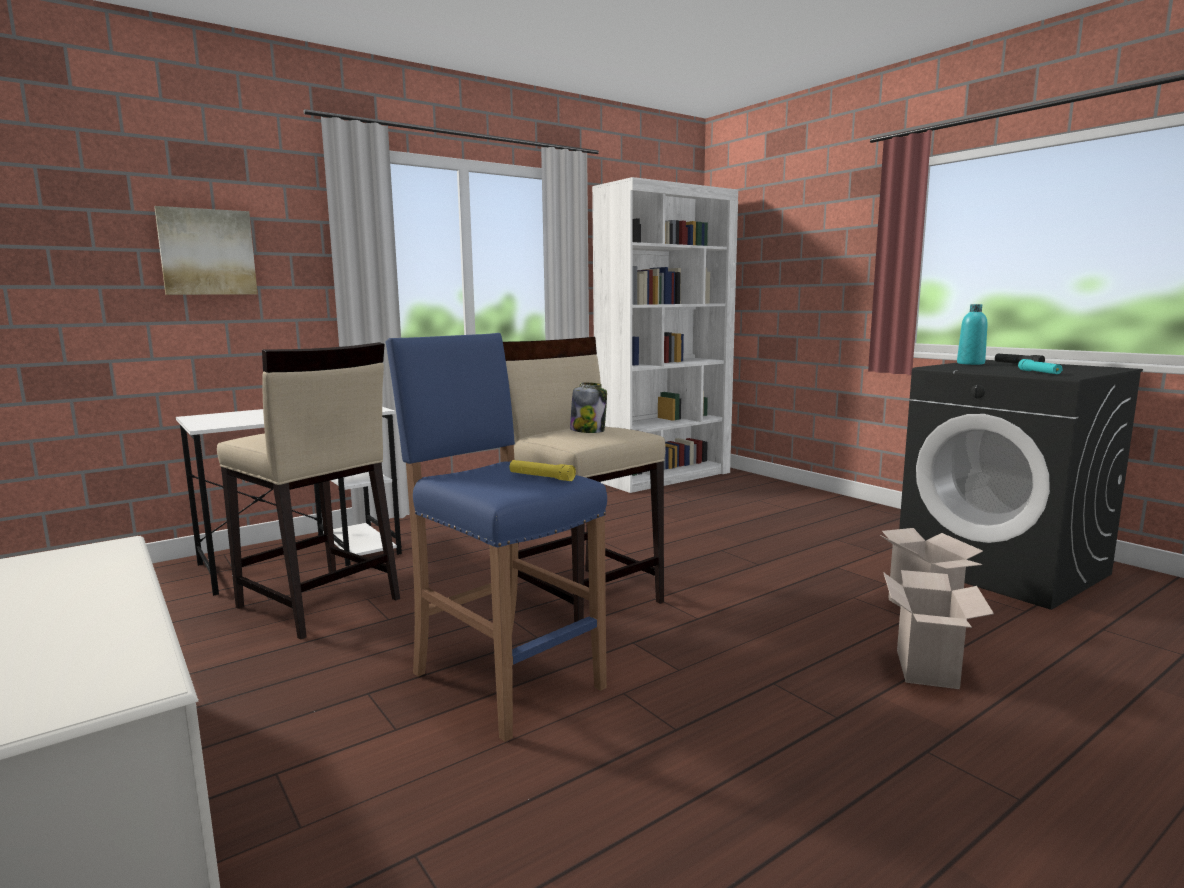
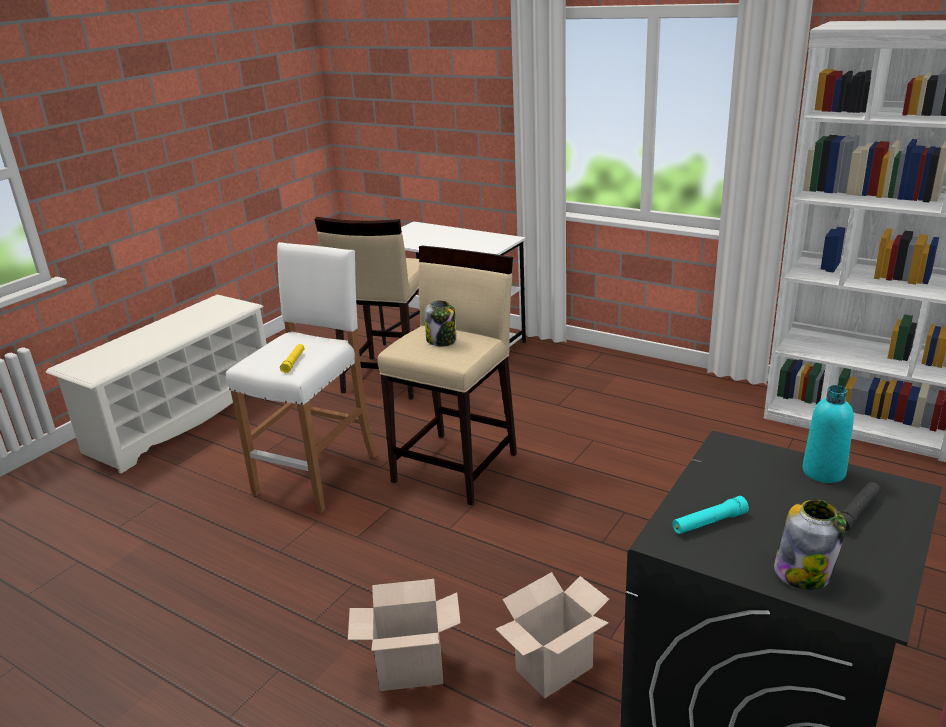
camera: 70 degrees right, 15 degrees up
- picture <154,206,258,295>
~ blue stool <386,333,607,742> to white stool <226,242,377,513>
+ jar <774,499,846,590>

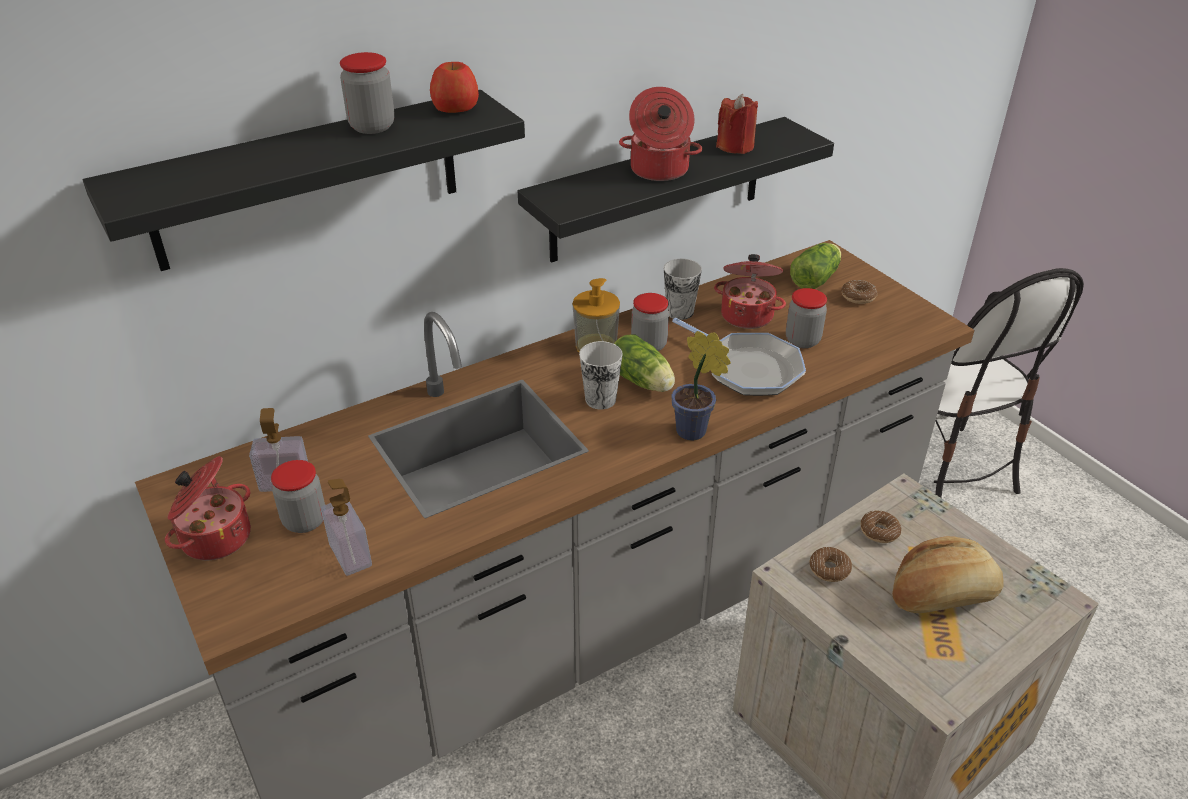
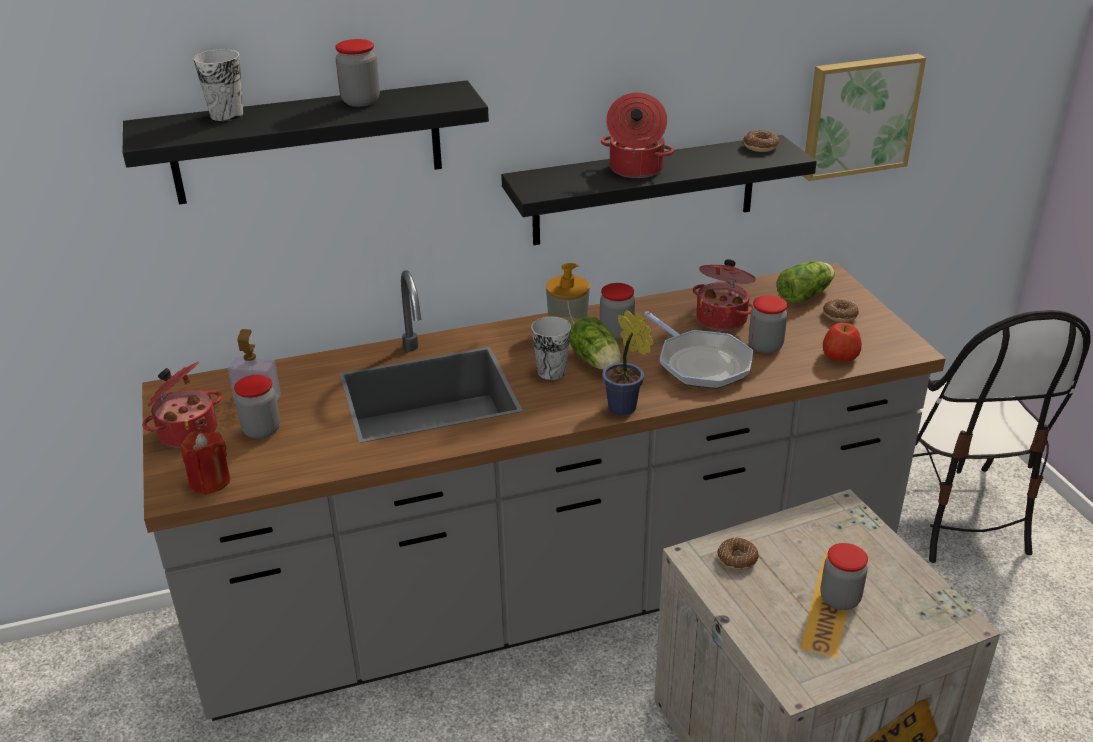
camera: 15 degrees right, 5 degrees down
- soap dispenser <321,479,372,576>
~ apple <430,62,479,113> to <823,323,862,362>
~ cup <664,259,702,320> to <193,49,243,121>
~ red candle <716,94,758,154> to <180,431,230,495>
~ donut <861,510,901,543> to <743,130,779,152>
~ bread <892,536,1004,613> to jar <820,543,868,610>
+ picture <803,54,926,181>

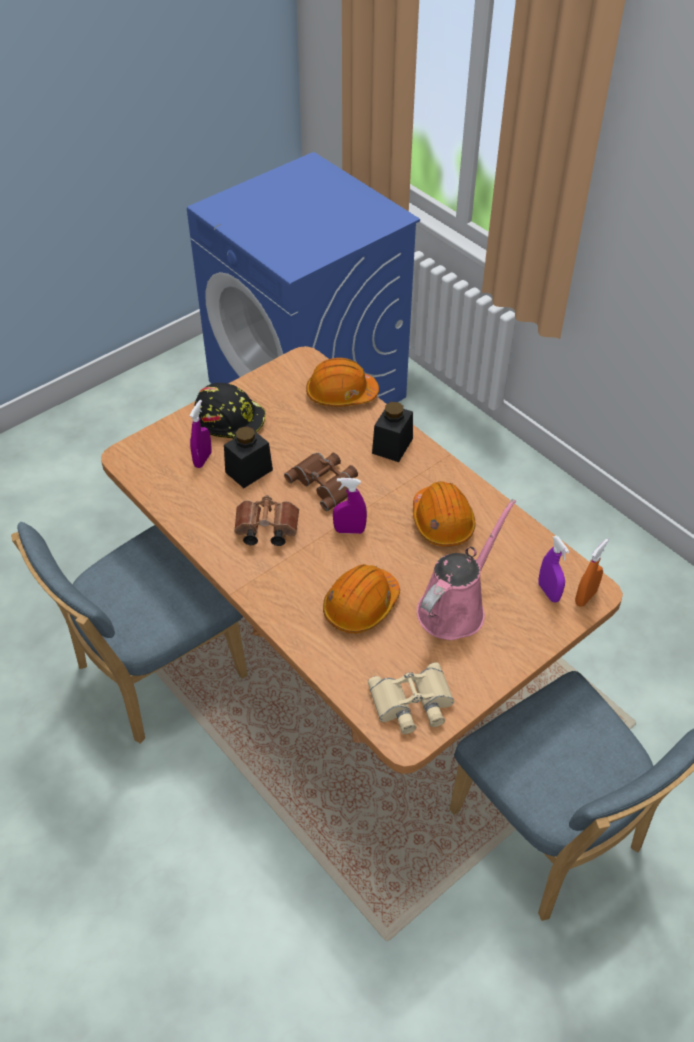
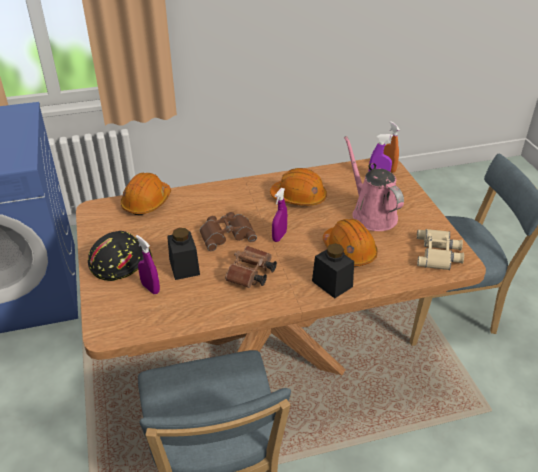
camera: 65 degrees left, 10 degrees down
~ black jar <372,402,413,462> to <312,243,354,298>

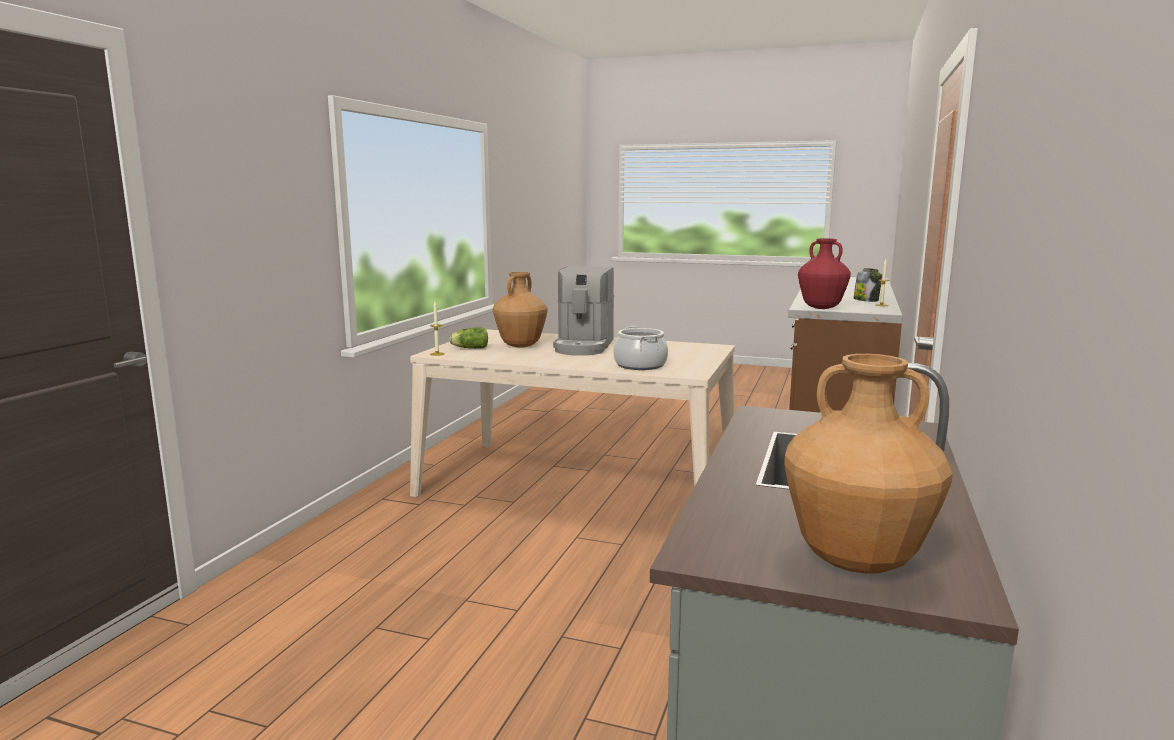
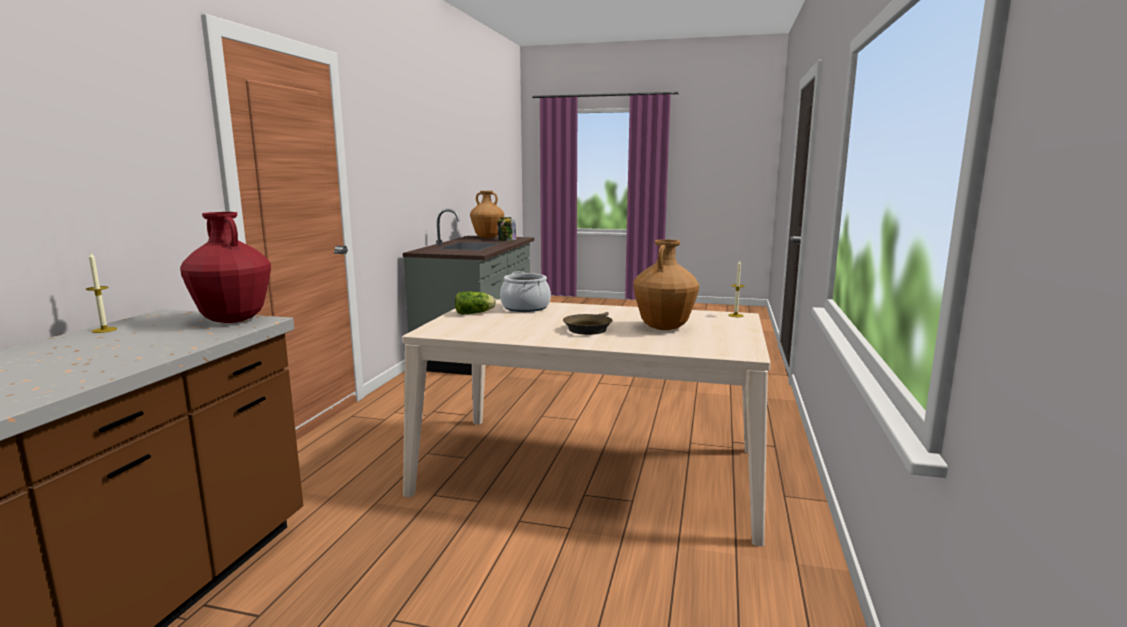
camera: 175 degrees right, 0 degrees up
~ lettuce <449,327,488,349> to <455,292,496,314>
~ coffee machine <553,266,614,356> to brown frying pan <563,312,612,335>
~ jar <853,268,882,302> to <497,217,517,241>

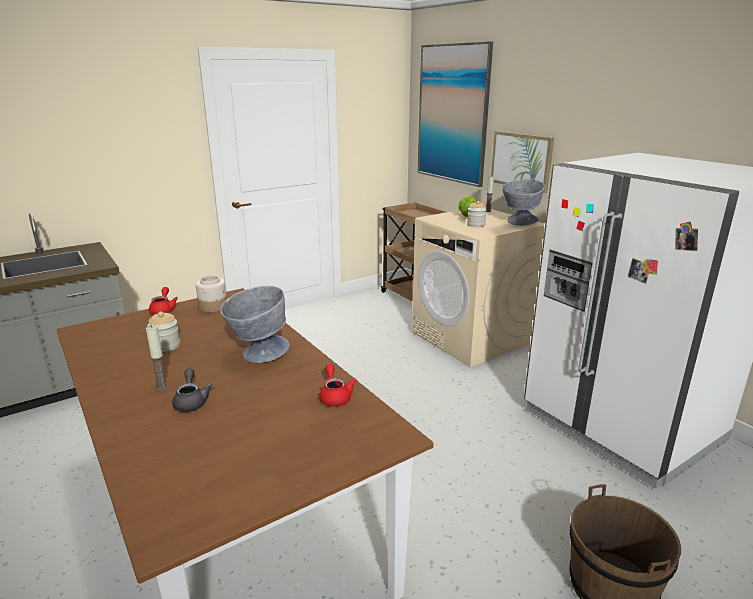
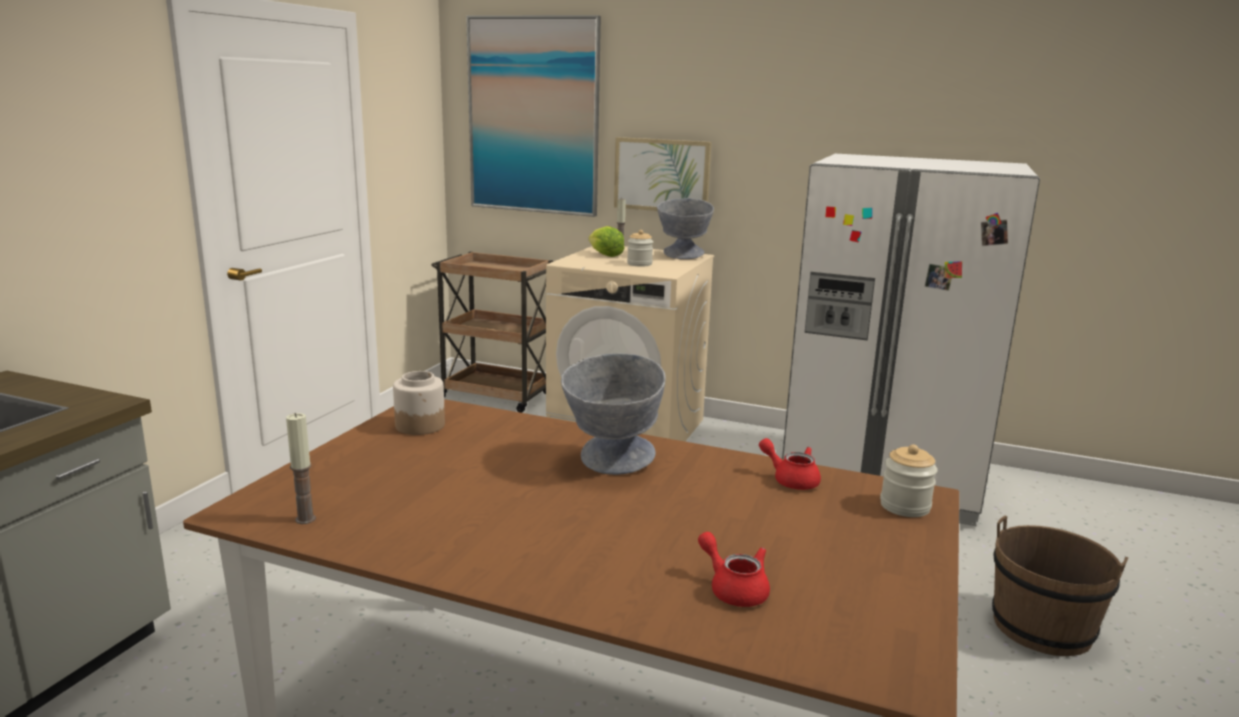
camera: 35 degrees left, 5 degrees down
~ candle <146,325,168,390> to <286,413,316,524>
~ jar <147,312,180,352> to <880,444,937,517>
~ red teapot <149,287,178,315> to <698,532,770,607>
- grey teapot <172,368,212,412>

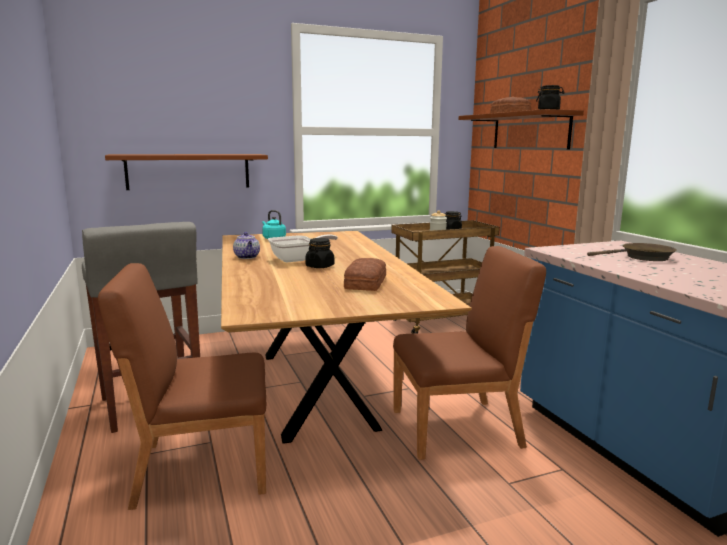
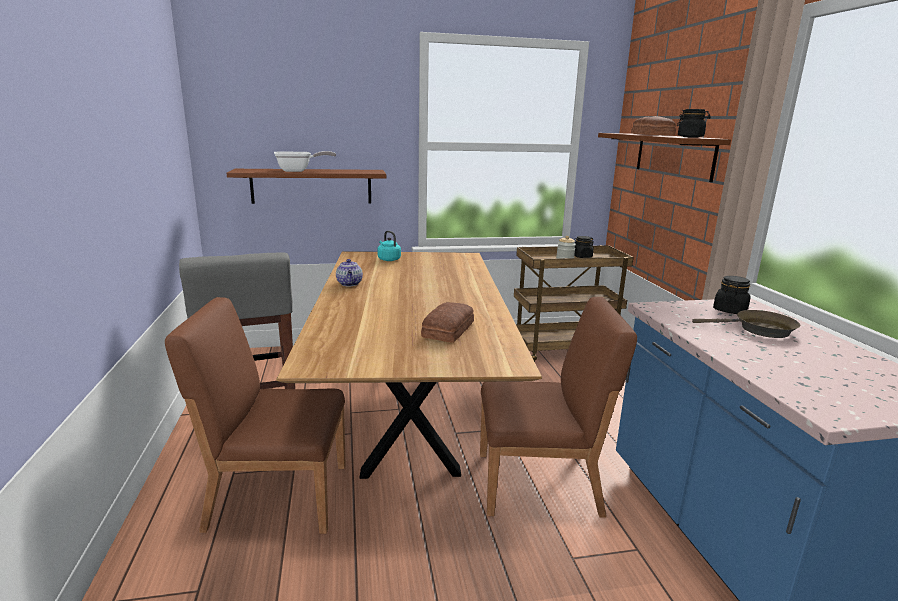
camera: 10 degrees right, 5 degrees up
~ frying pan <268,234,338,262> to <274,151,336,172>
~ black jar <305,238,334,268> to <713,276,751,314>

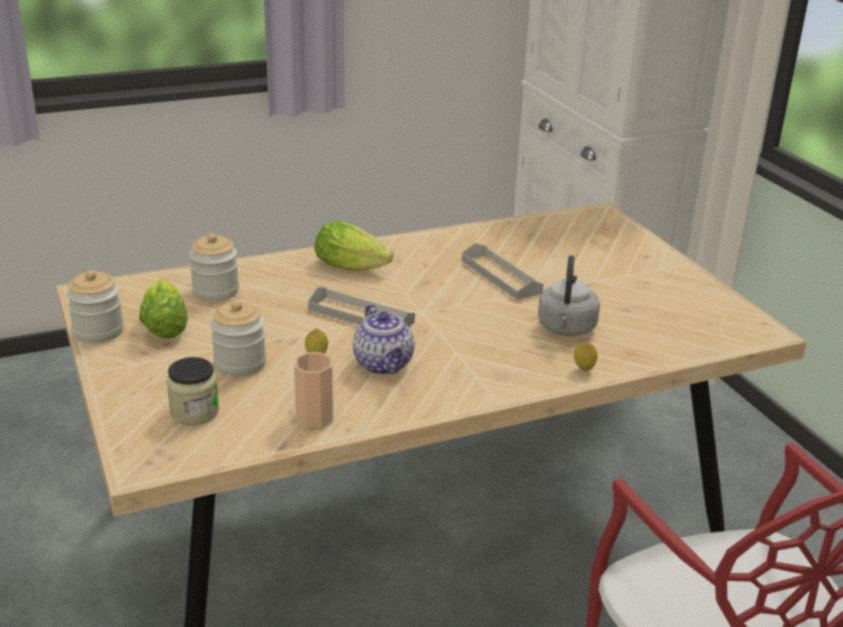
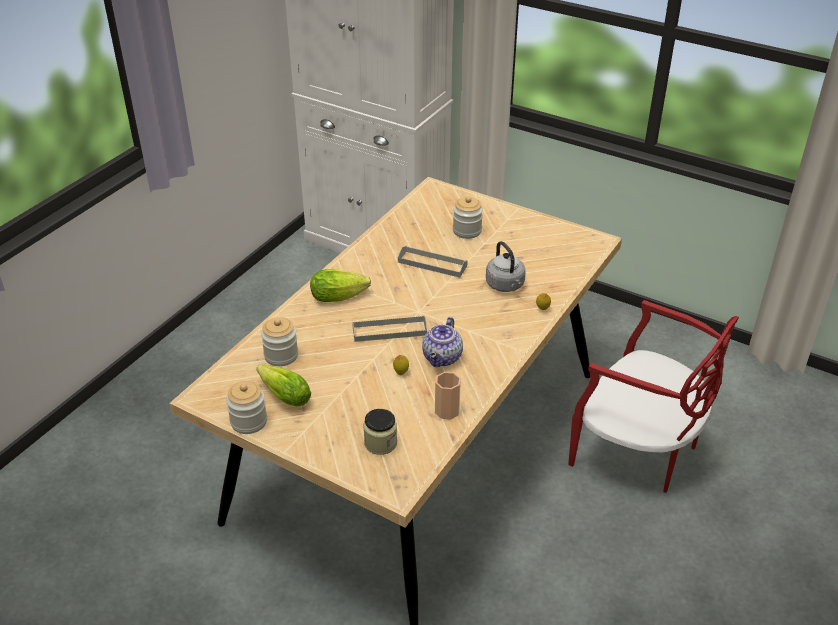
camera: 35 degrees left, 10 degrees up
~ jar <211,300,266,376> to <453,197,483,239>
~ teapot <353,304,415,375> = <422,317,463,367> 75 degrees clockwise

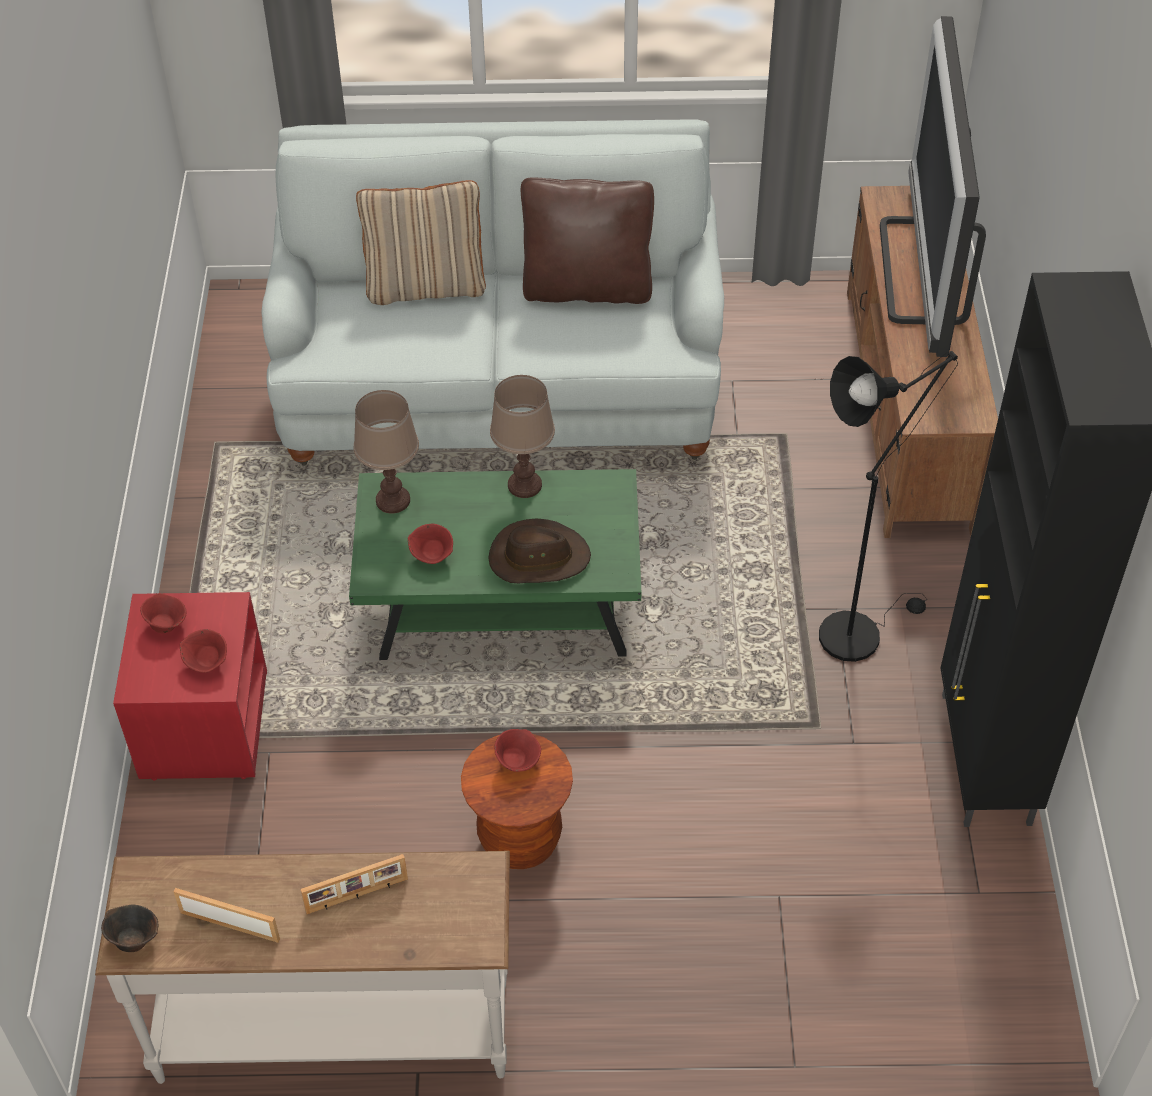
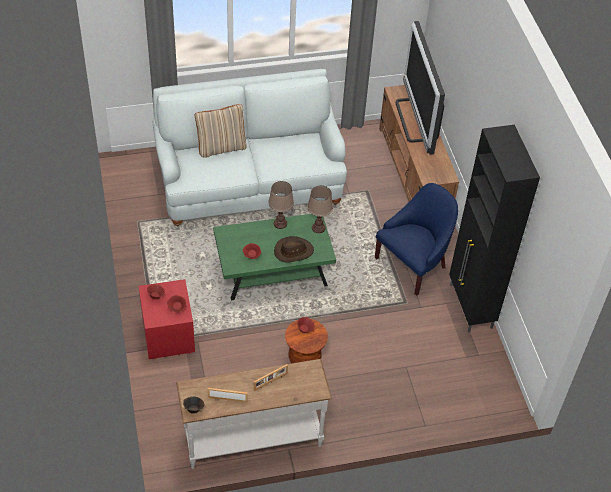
camera: 15 degrees left, 0 degrees up
~ brown table lamp <354,390,419,514> to <307,185,333,233>
- brown pillow <521,177,654,304>
~ black floor lamp <819,351,958,662> to blue armchair <375,183,458,296>

